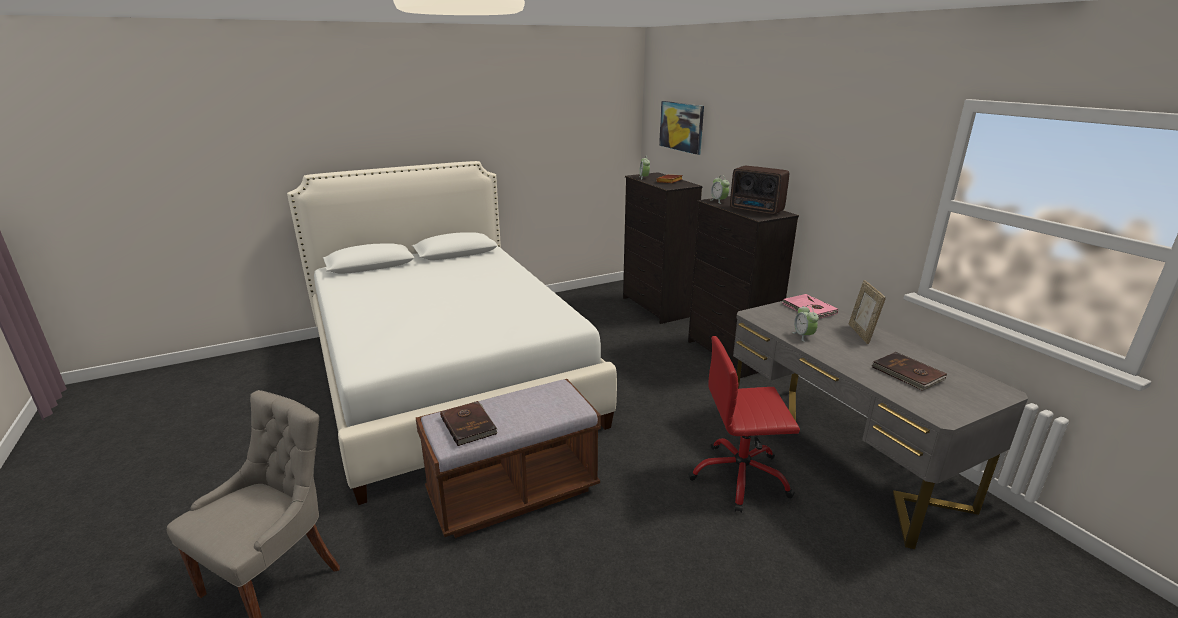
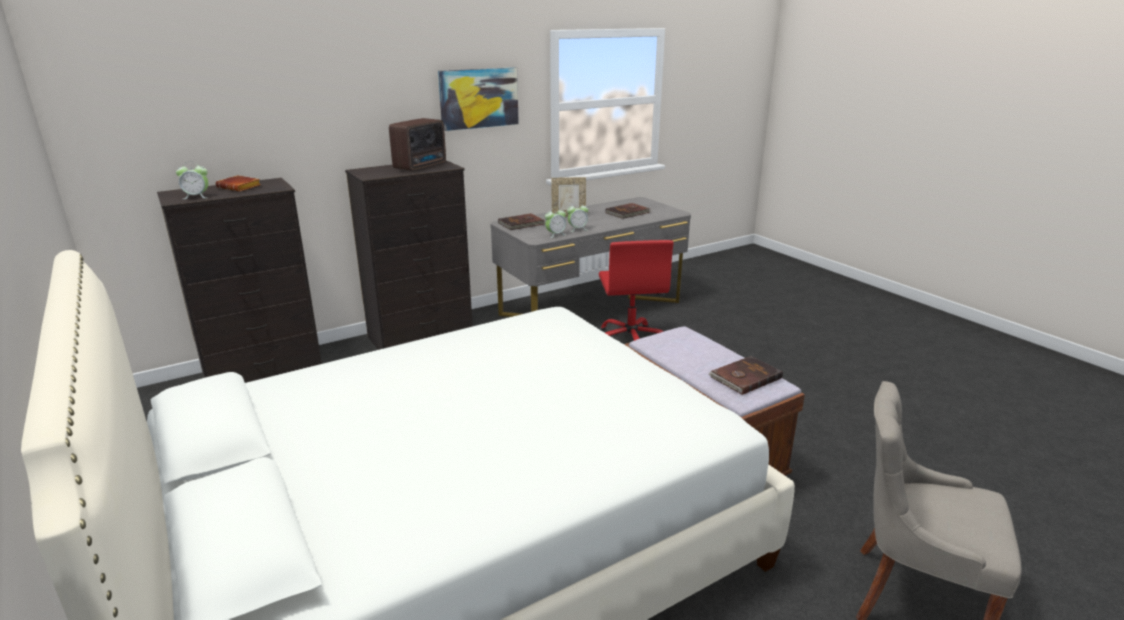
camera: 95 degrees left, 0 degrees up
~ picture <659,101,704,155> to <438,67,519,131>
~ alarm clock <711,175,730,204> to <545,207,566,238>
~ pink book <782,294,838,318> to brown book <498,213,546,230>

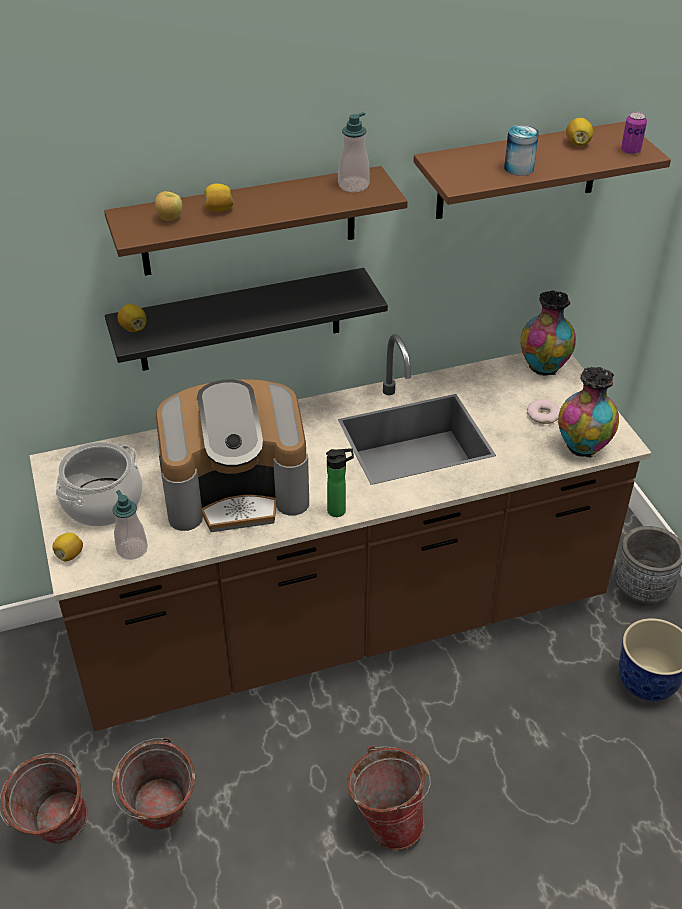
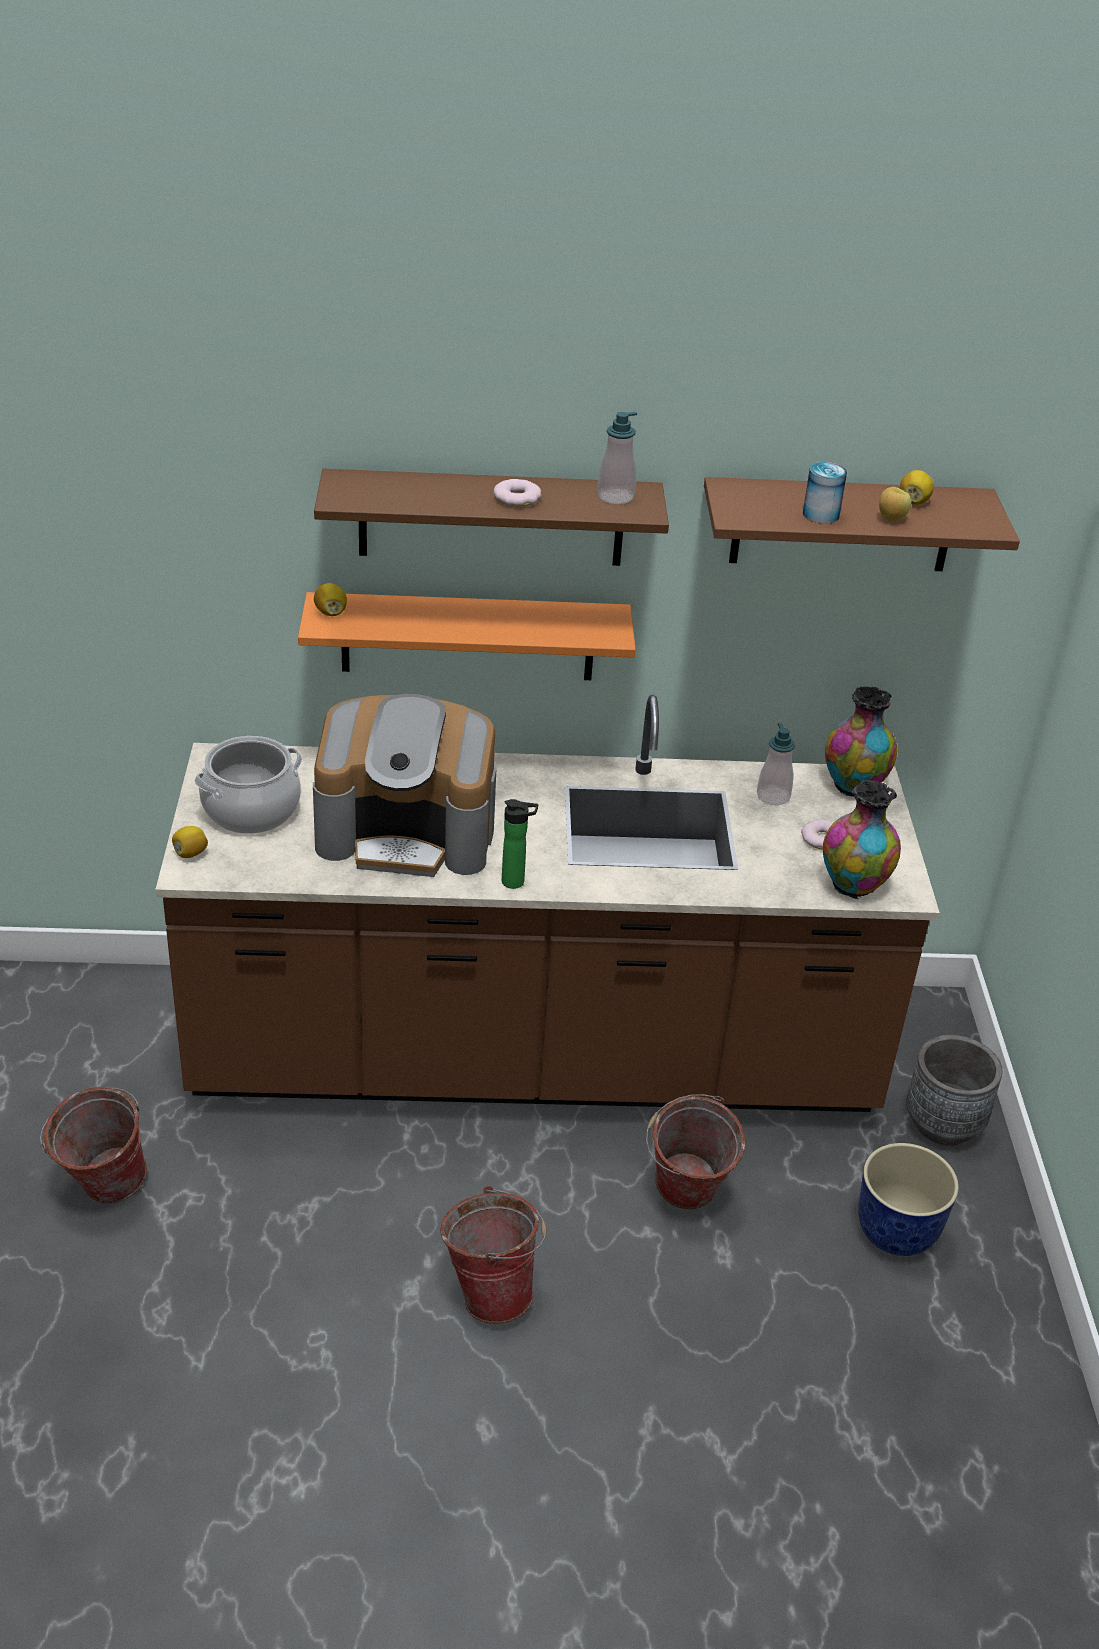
camera: 15 degrees right, 5 degrees down
~ black shelf <105,268,388,371> to orange shelf <298,592,636,680>
~ soap dispenser <112,490,148,560> to <757,723,795,805>
~ bucket <112,738,195,830> to <646,1094,745,1209>
~ apple <155,191,182,221> to <879,487,911,521>
- lemon <205,183,234,212>
- can <621,112,647,154>
+ donut <494,479,541,507>

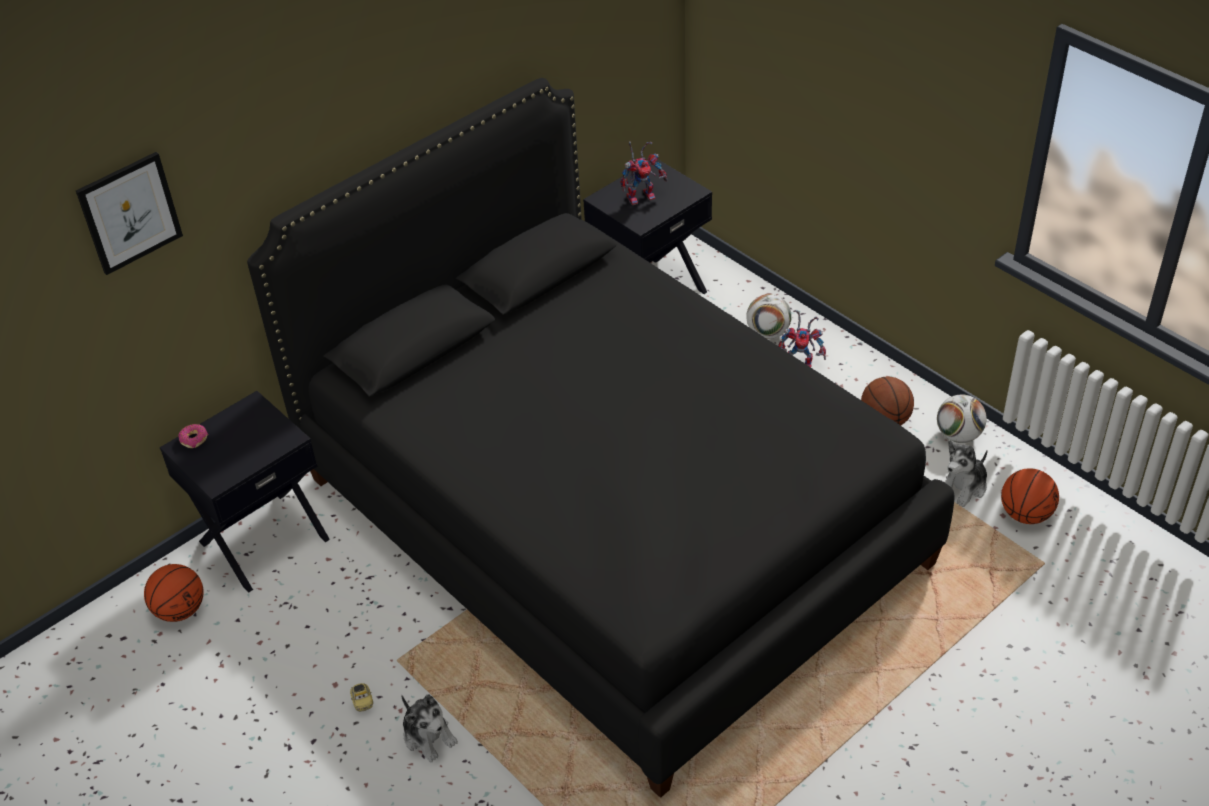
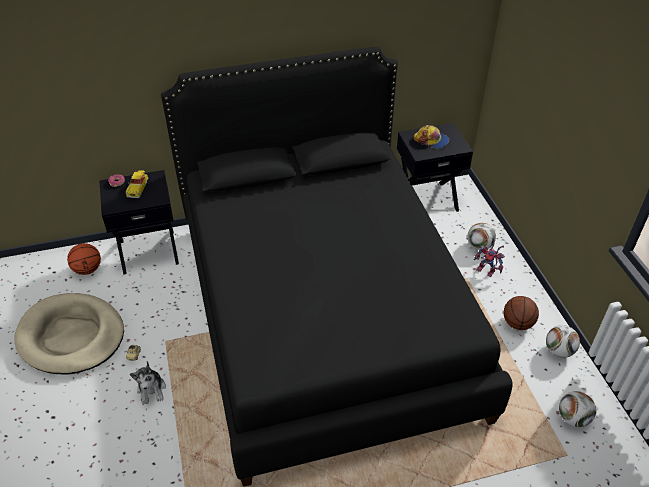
camera: 25 degrees right, 0 degrees up
- picture <76,152,183,275>
~ toy robot <621,142,668,205> to cap <414,125,449,149>
- plush toy <945,441,988,507>
~ basketball <1001,468,1059,524> to football <559,391,596,427>
+ beige dog bed <14,293,124,375>
+ toy car <126,170,149,198>

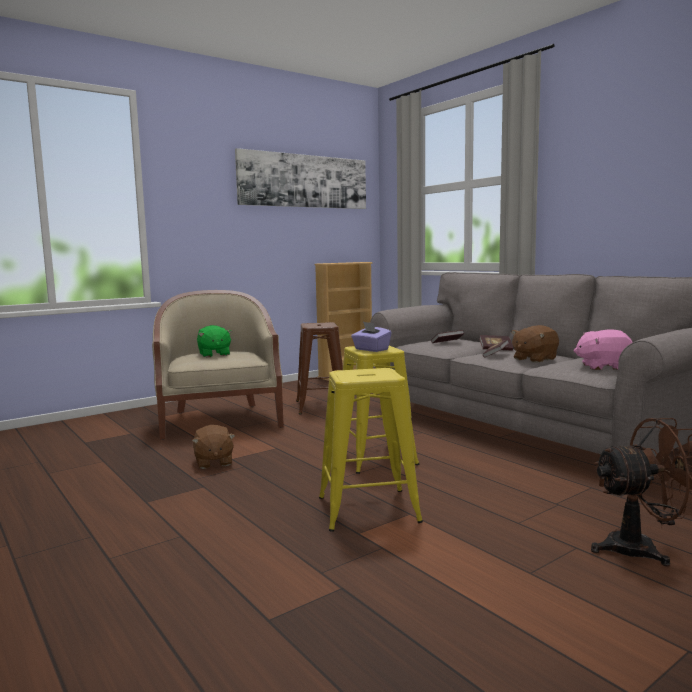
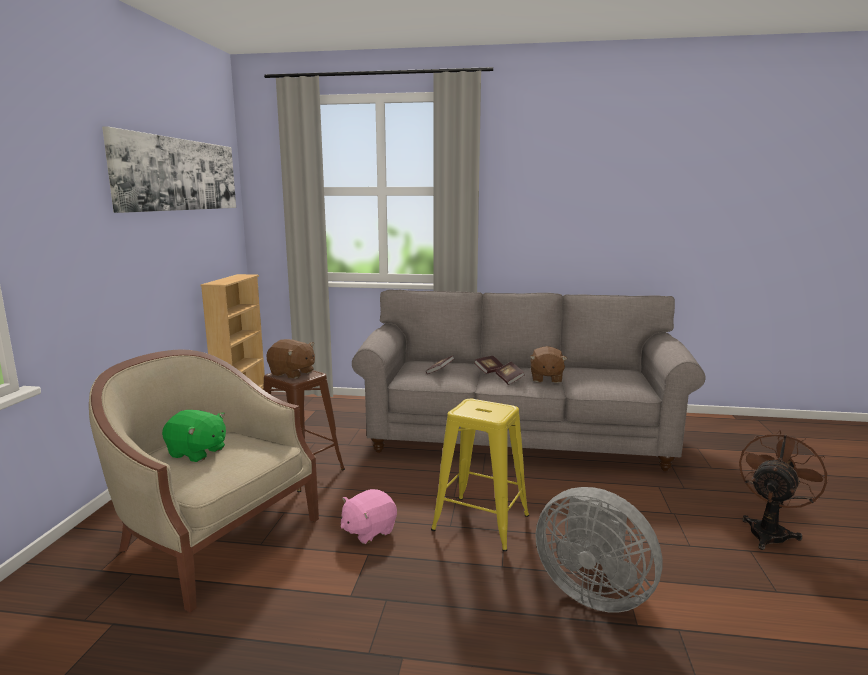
camera: 45 degrees left, 5 degrees up
~ brown plush toy <192,425,235,469> to <266,339,315,379>
~ yellow stool <319,368,423,532> to grey fan <535,487,662,613>
- purple tissue box <351,322,392,352>
~ pink plush toy <574,329,633,370> to <341,489,397,544>

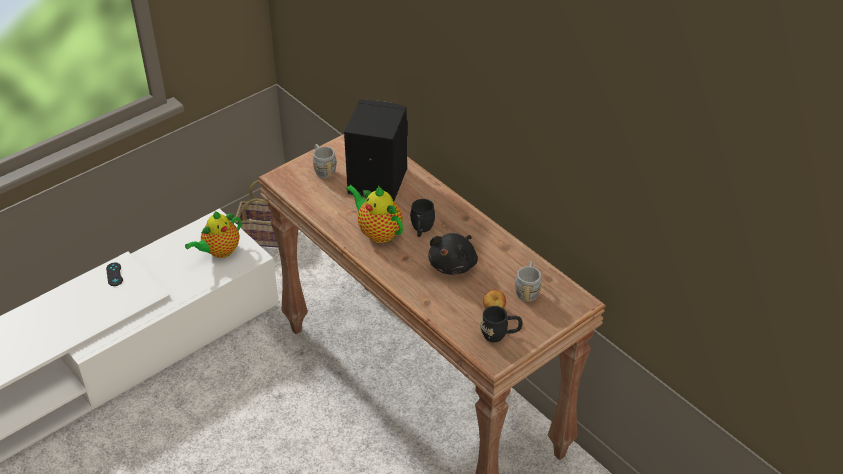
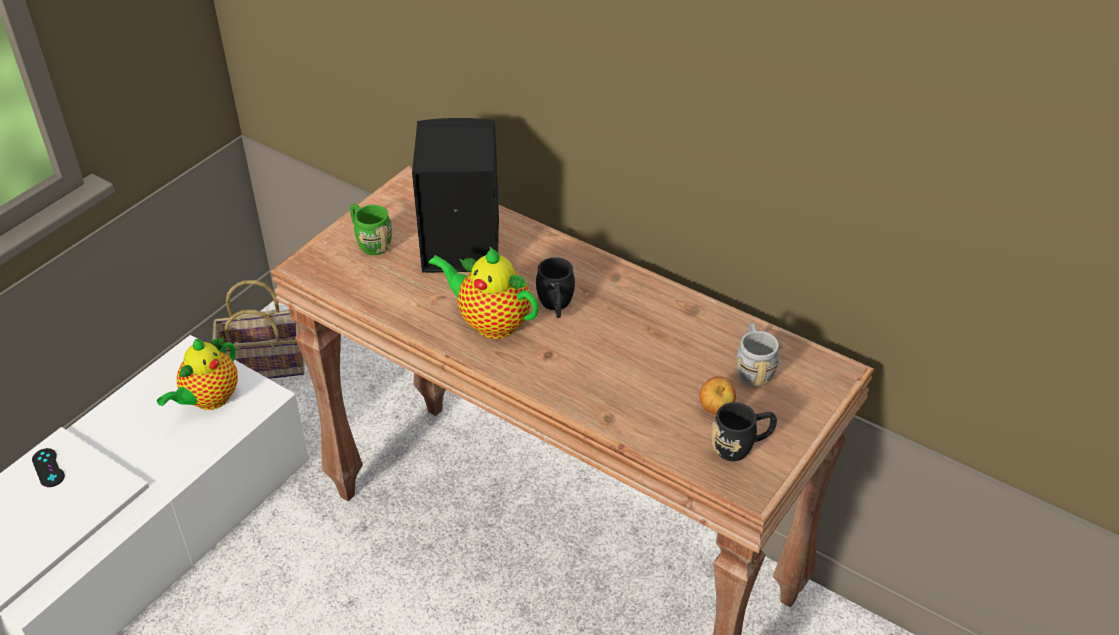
camera: 15 degrees left, 0 degrees up
~ grey mug <313,144,337,178> to green mug <350,204,392,255>
- black plush toy <428,233,478,275>

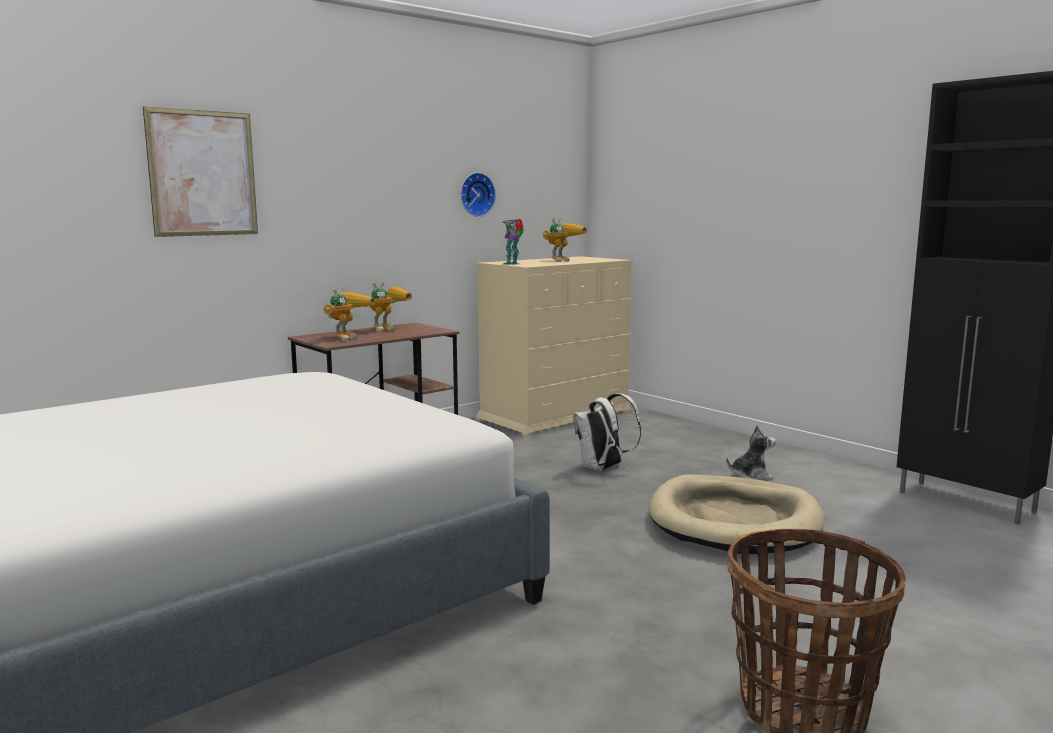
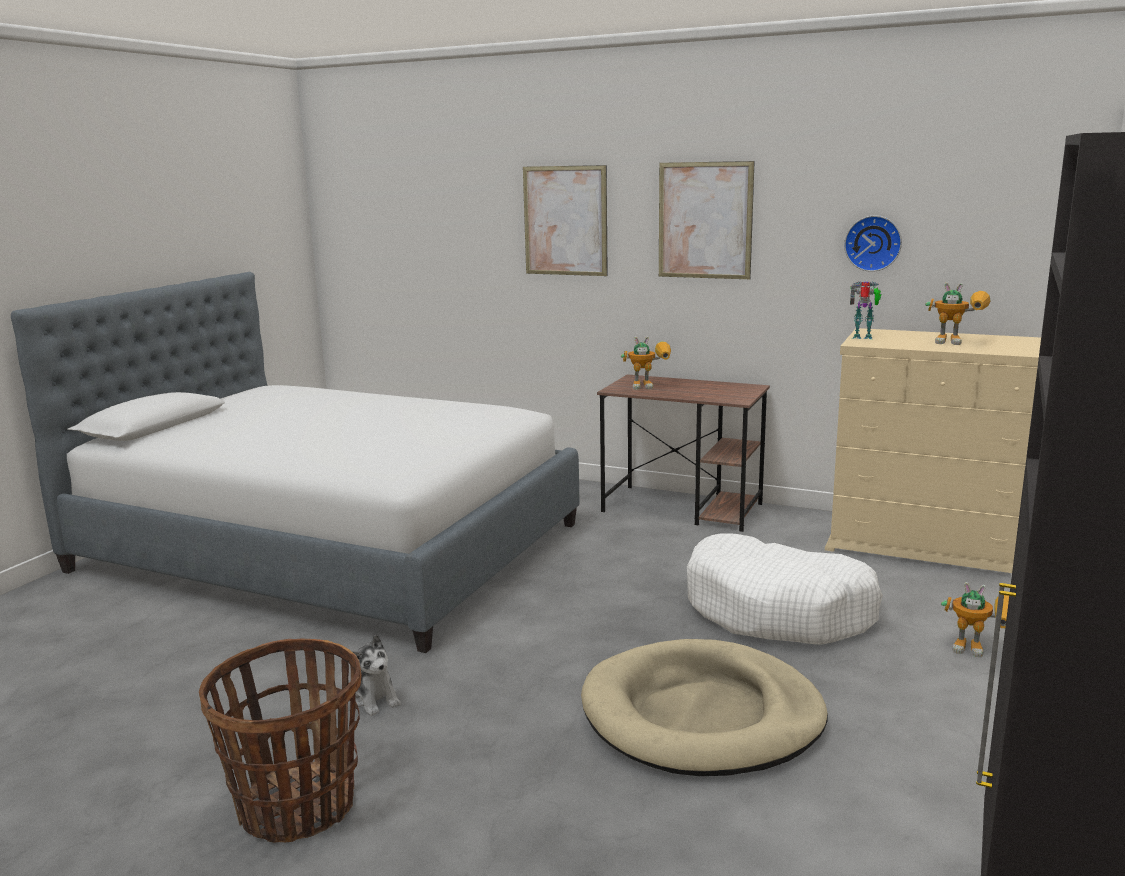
camera: 65 degrees right, 5 degrees up
~ toy robot <365,282,412,332> to <941,582,1009,657>
~ white backpack <573,393,641,471> to white dog bed <687,533,883,645>
~ plush toy <726,425,776,480> to <352,634,401,716>
+ picture <659,161,755,279>

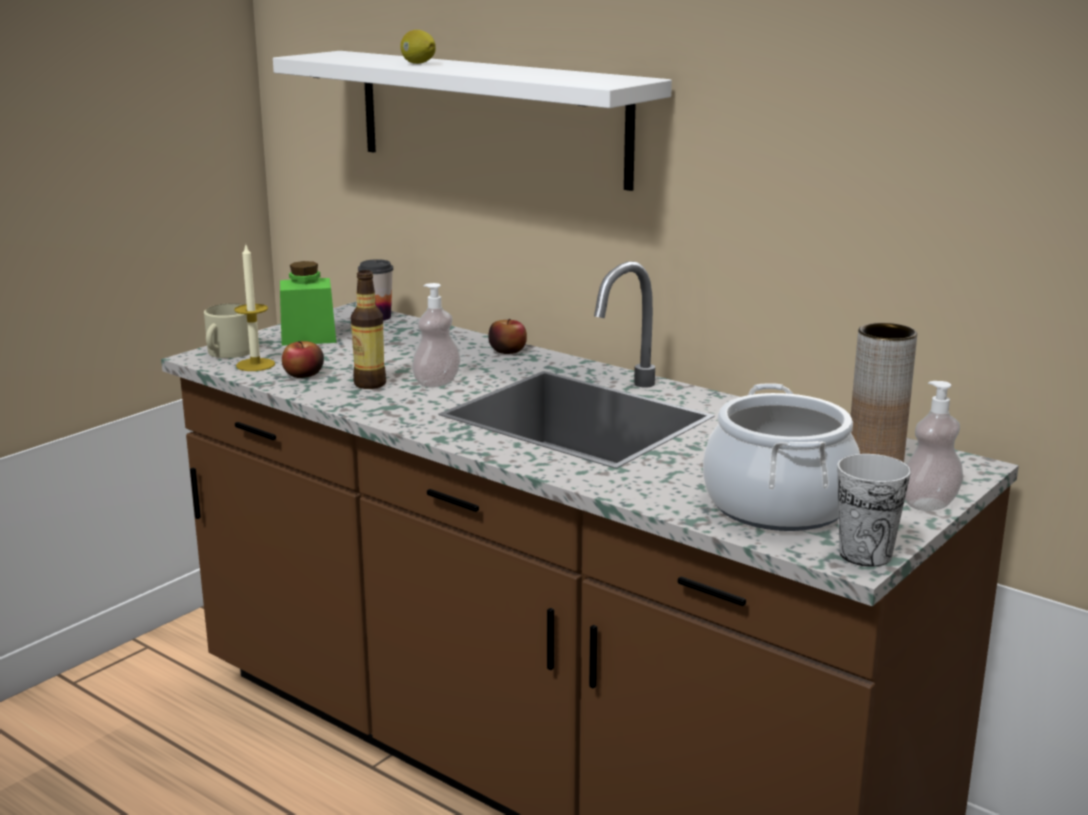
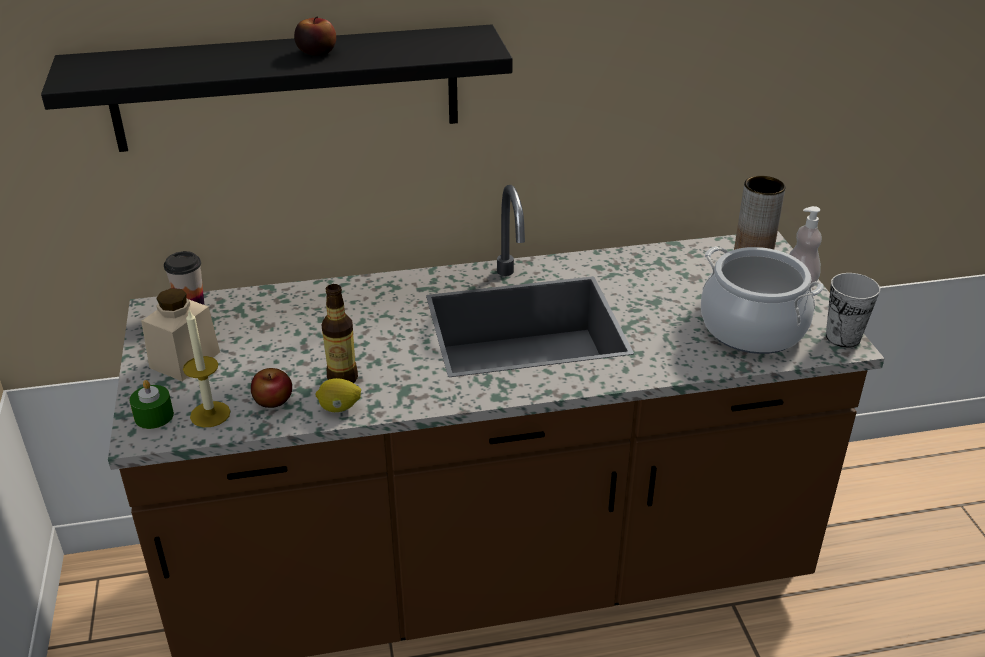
camera: 50 degrees left, 15 degrees up
~ beige mug <204,303,250,358> to green candle <129,380,174,429>
~ white shelf <273,51,672,191> to black shelf <41,25,513,152>
~ green jar <280,261,336,346> to beige jar <141,288,220,381>
~ lemon <400,30,436,64> to <315,378,361,412>
- soap dispenser <412,283,460,388>
~ apple <488,319,527,354> to <294,16,336,56>

